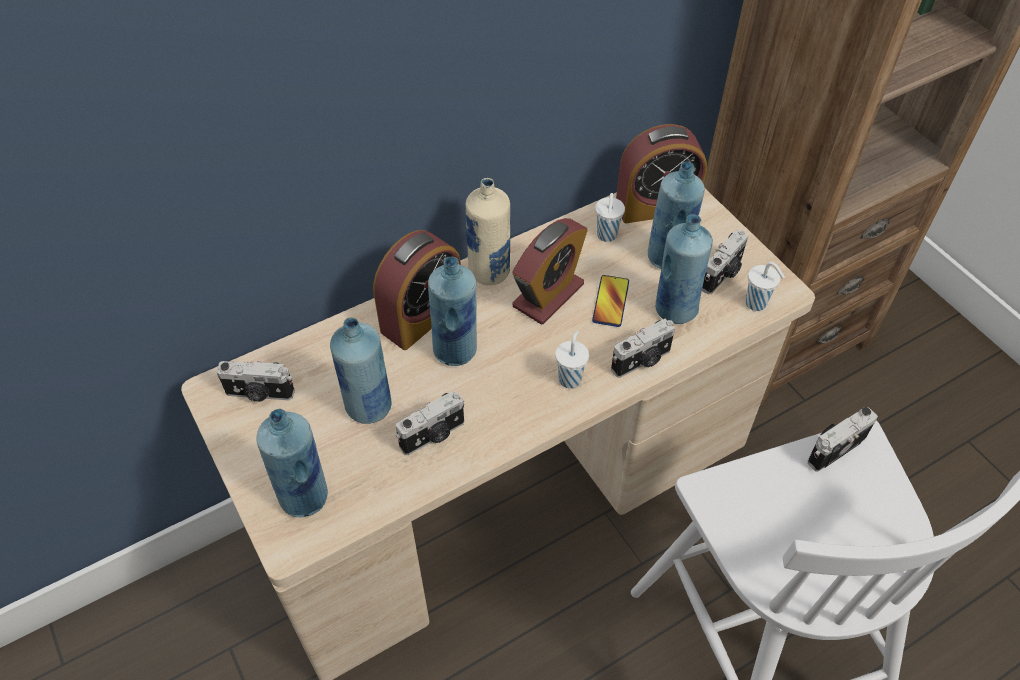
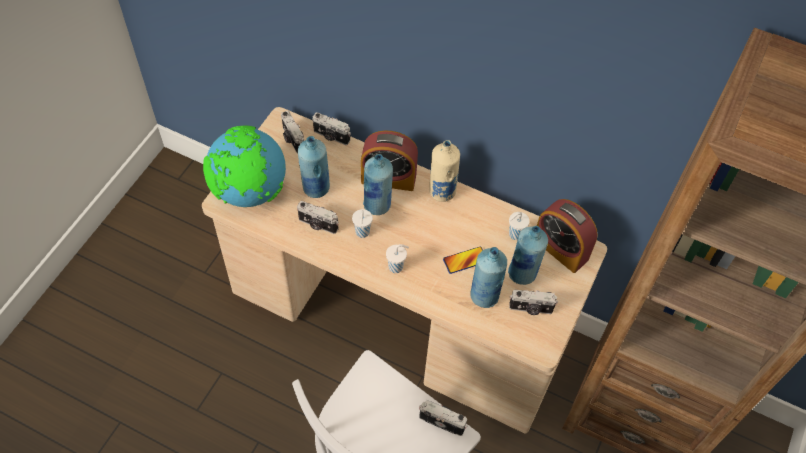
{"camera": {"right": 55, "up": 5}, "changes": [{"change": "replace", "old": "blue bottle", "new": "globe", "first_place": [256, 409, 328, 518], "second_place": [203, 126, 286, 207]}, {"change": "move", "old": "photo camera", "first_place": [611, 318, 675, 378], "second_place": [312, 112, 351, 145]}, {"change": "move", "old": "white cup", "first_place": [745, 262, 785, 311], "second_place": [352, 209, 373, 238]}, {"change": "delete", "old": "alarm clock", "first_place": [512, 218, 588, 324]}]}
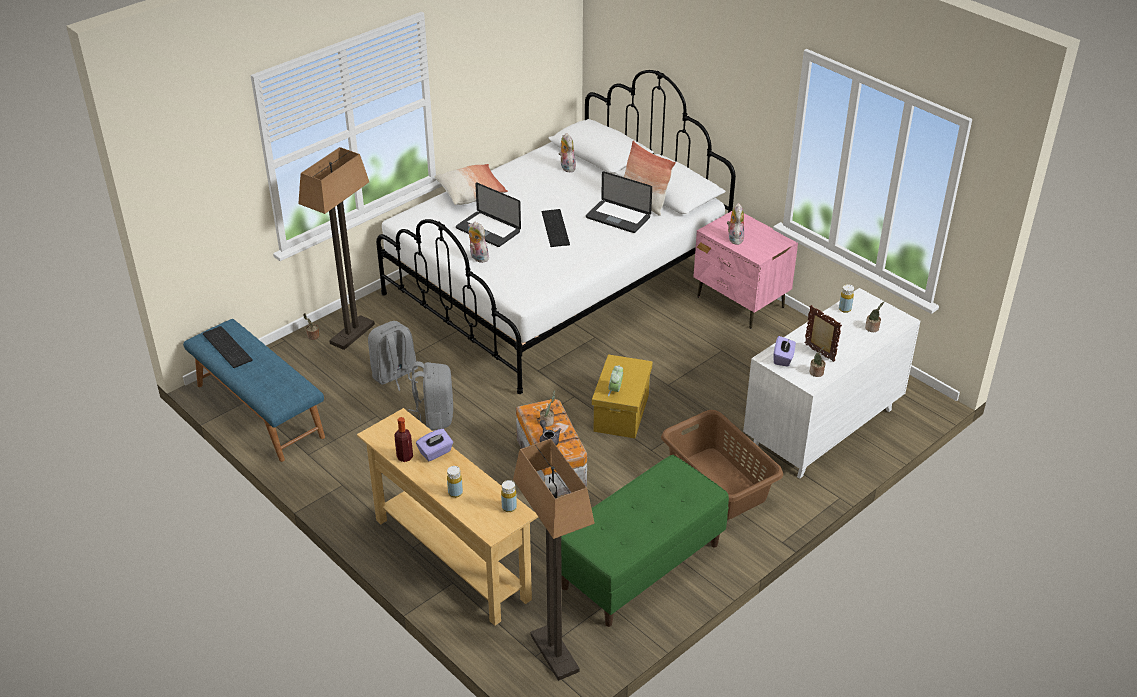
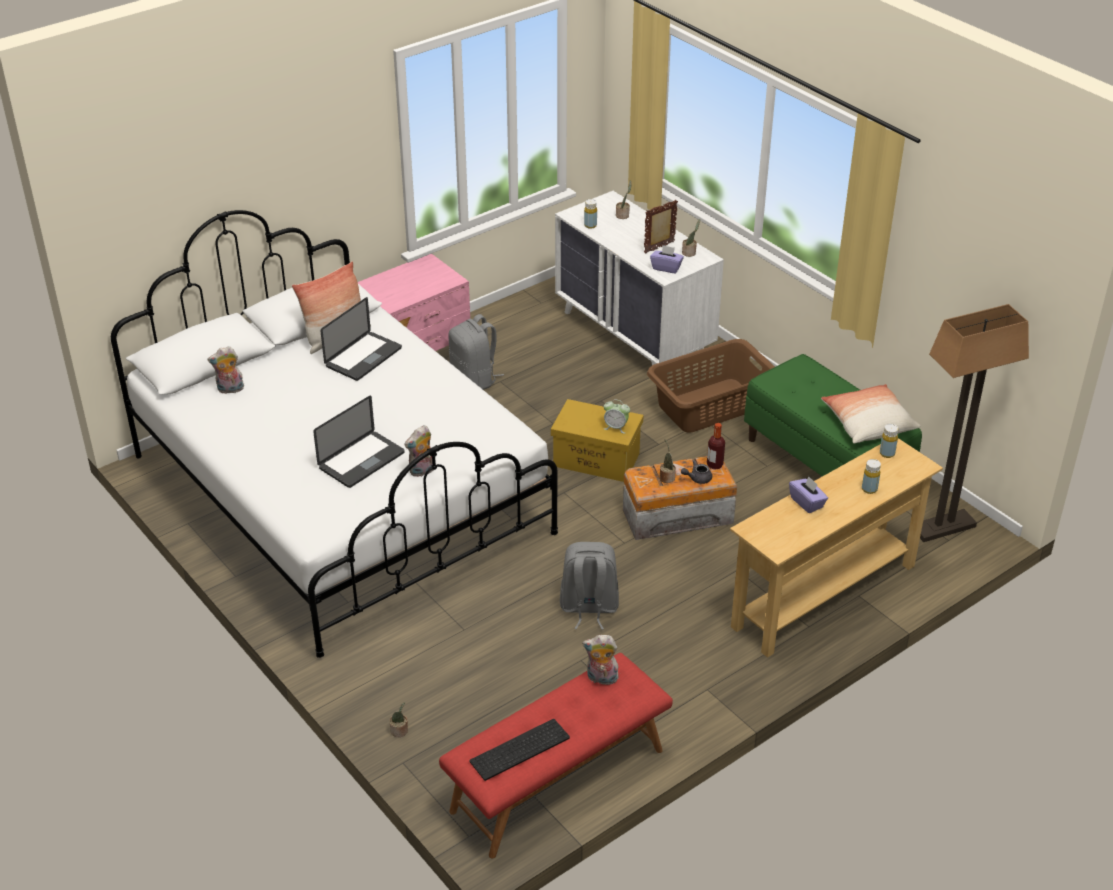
{"camera": {"right": -85, "up": 0}, "changes": [{"change": "recolor", "old": "blue bench", "new": "red bench", "first_place": [183, 319, 325, 462], "second_place": [439, 653, 673, 859]}, {"change": "move", "old": "grey backpack", "first_place": [368, 321, 418, 391], "second_place": [448, 314, 504, 390]}, {"change": "move", "old": "plush toy", "first_place": [727, 203, 744, 245], "second_place": [582, 635, 619, 685]}, {"change": "move", "old": "bottle", "first_place": [394, 417, 413, 462], "second_place": [707, 423, 725, 470]}, {"change": "move", "old": "pillow", "first_place": [435, 164, 508, 205], "second_place": [821, 384, 921, 443]}, {"change": "delete", "old": "floor lamp", "first_place": [298, 147, 375, 350]}, {"change": "delete", "old": "keyboard", "first_place": [542, 209, 570, 247]}]}
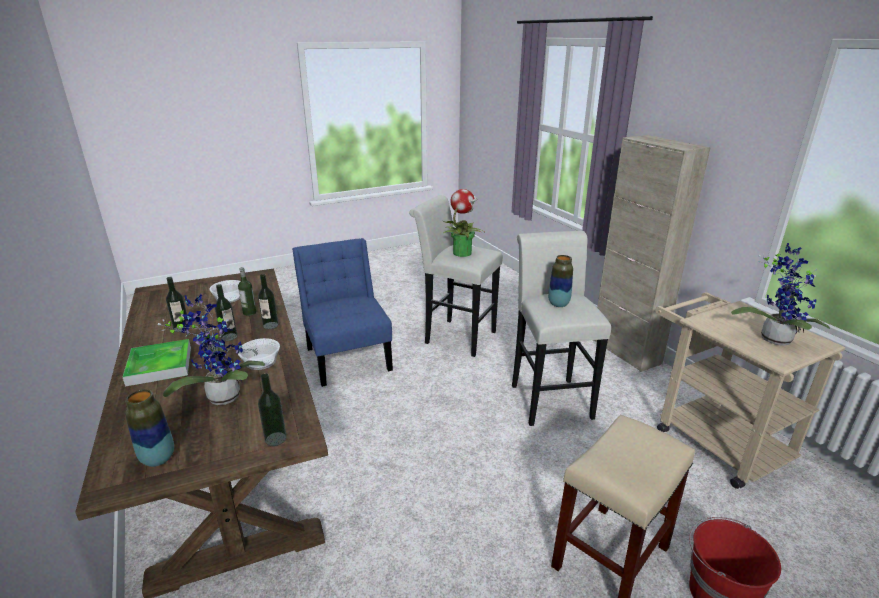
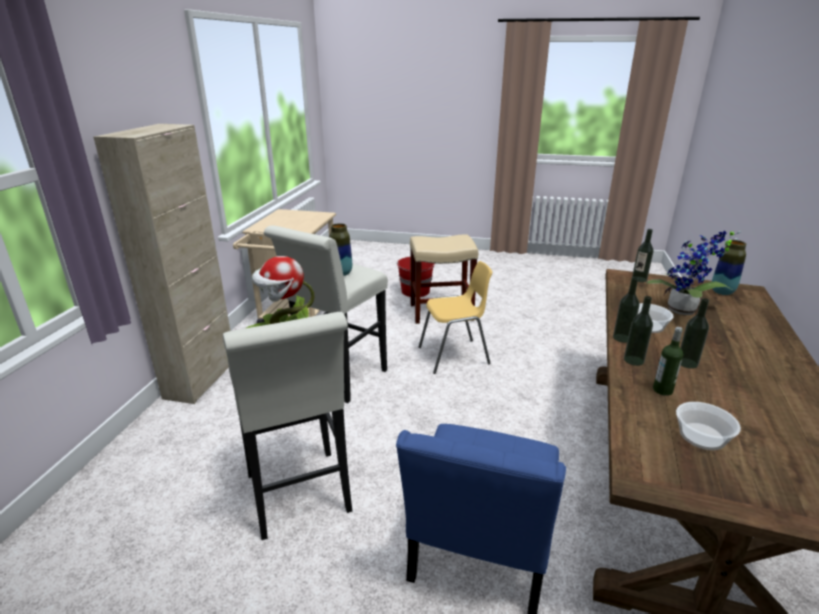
{"camera": {"right": -140, "up": 0}, "changes": [{"change": "insert", "new": "yellow chair", "second_place": [419, 261, 492, 374]}, {"change": "move", "old": "bottle", "first_place": [166, 277, 190, 332], "second_place": [613, 277, 640, 343]}, {"change": "delete", "old": "tray", "first_place": [123, 339, 191, 387]}, {"change": "delete", "old": "potted plant", "first_place": [731, 243, 830, 346]}]}
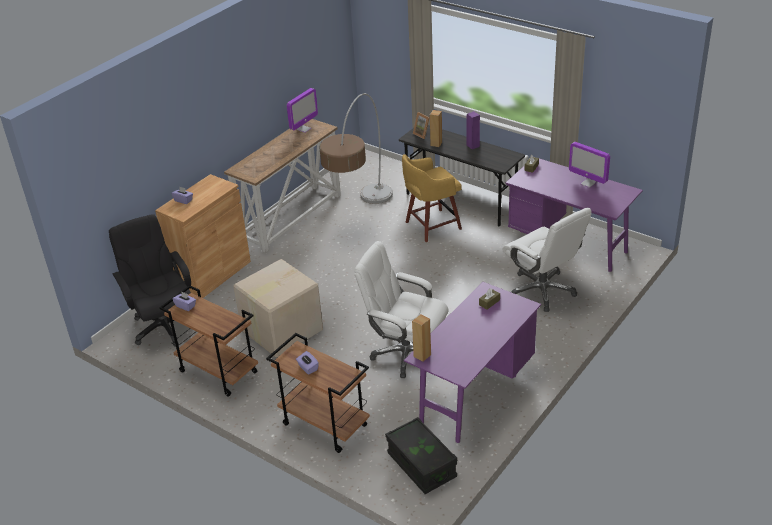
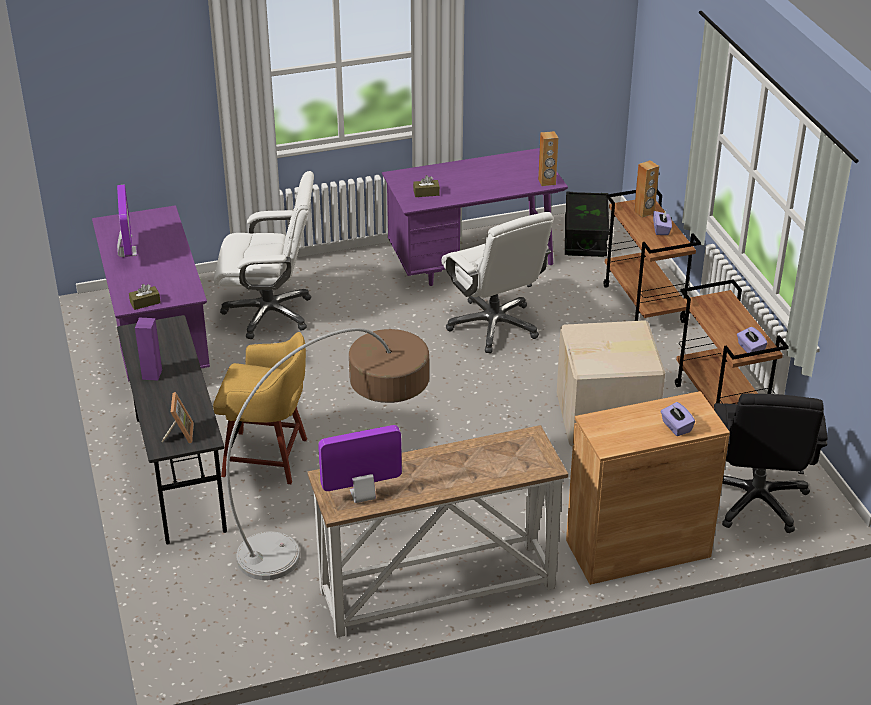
{"camera": {"right": -145, "up": 0}, "changes": [{"change": "rotate", "old": "white office chair", "first_place": [502, 208, 592, 312], "second_place": [214, 171, 314, 339], "degrees": 90}, {"change": "move", "old": "brown speaker", "first_place": [430, 110, 442, 147], "second_place": [634, 160, 659, 218]}]}
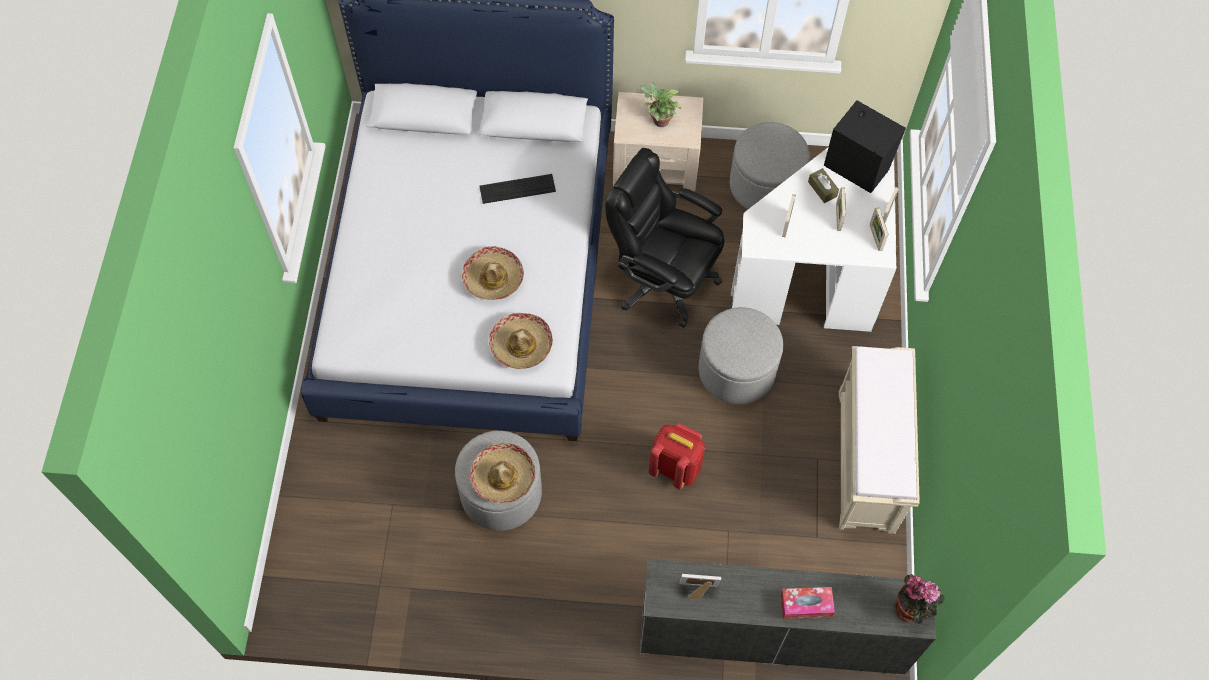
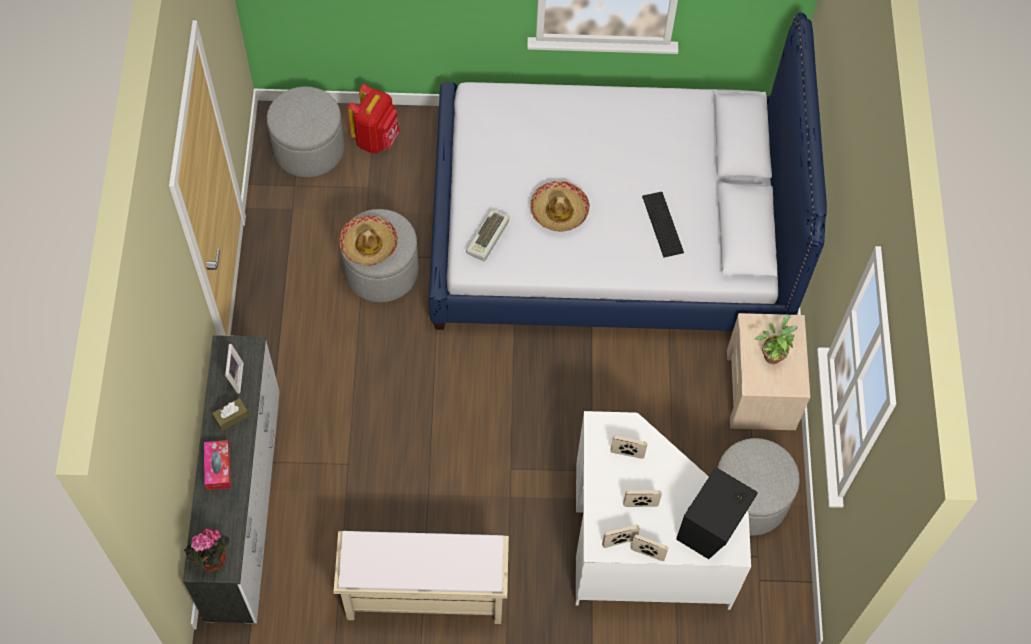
{"camera": {"right": 85, "up": 0}, "changes": [{"change": "move", "old": "brown tissue box", "first_place": [808, 168, 839, 203], "second_place": [212, 398, 249, 431]}, {"change": "move", "old": "grey ottoman", "first_place": [698, 307, 783, 404], "second_place": [267, 86, 345, 177]}, {"change": "move", "old": "red backpack", "first_place": [649, 423, 705, 490], "second_place": [347, 84, 400, 154]}, {"change": "replace", "old": "hat", "new": "keyboard", "first_place": [489, 313, 553, 369], "second_place": [466, 210, 509, 261]}, {"change": "delete", "old": "black office chair", "first_place": [606, 148, 724, 328]}]}
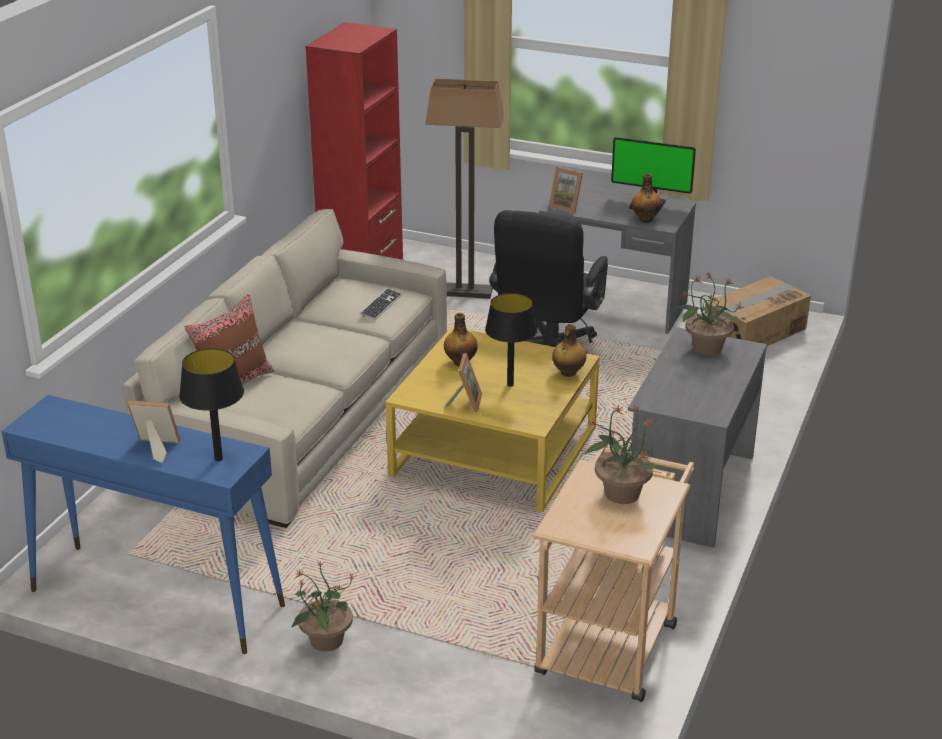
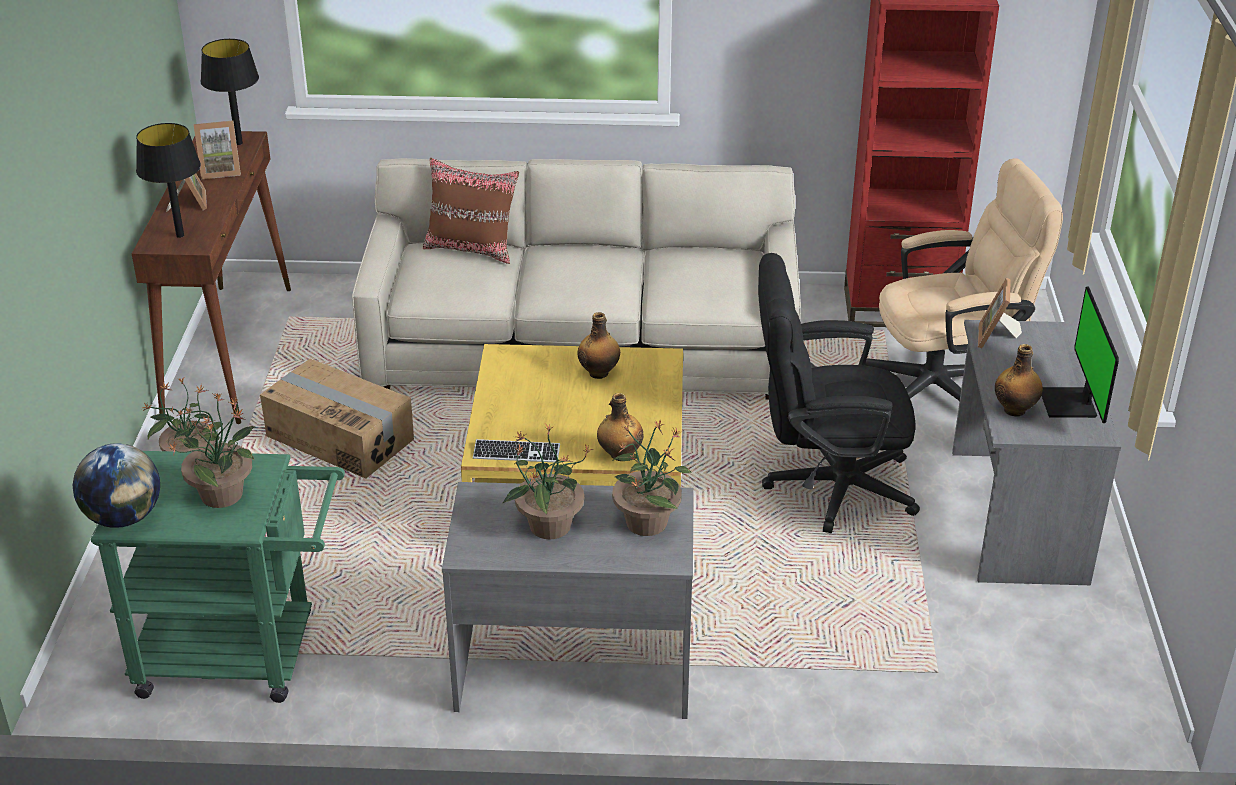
{"camera": {"right": 70, "up": 5}, "changes": [{"change": "insert", "new": "globe", "second_place": [73, 443, 160, 528]}, {"change": "recolor", "old": "beige cart", "new": "green cart", "first_place": [533, 445, 694, 702], "second_place": [91, 451, 345, 703]}, {"change": "recolor", "old": "blue console table", "new": "brown console table", "first_place": [1, 395, 285, 654], "second_place": [132, 131, 291, 424]}, {"change": "move", "old": "picture frame", "first_place": [444, 353, 482, 412], "second_place": [194, 121, 241, 179]}, {"change": "move", "old": "black table lamp", "first_place": [485, 293, 537, 387], "second_place": [201, 39, 259, 145]}, {"change": "move", "old": "cardboard box", "first_place": [705, 276, 811, 346], "second_place": [260, 358, 414, 479]}, {"change": "move", "old": "keyboard", "first_place": [360, 288, 402, 320], "second_place": [473, 439, 560, 462]}, {"change": "insert", "new": "potted plant", "second_place": [502, 424, 593, 539]}, {"change": "replace", "old": "floor lamp", "new": "beige office chair", "first_place": [425, 79, 504, 299], "second_place": [865, 158, 1063, 401]}]}
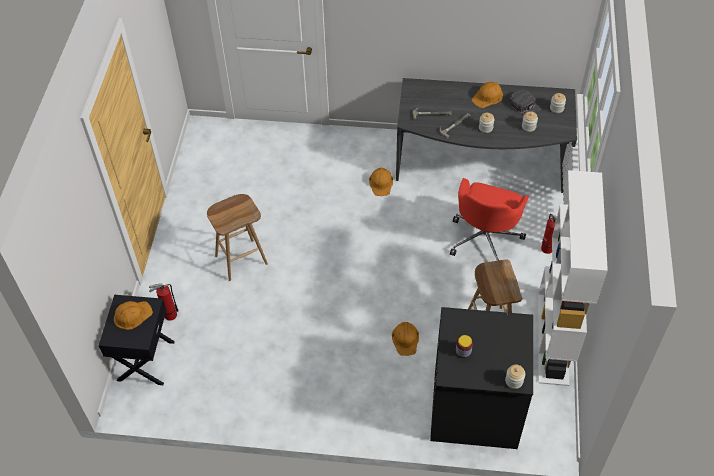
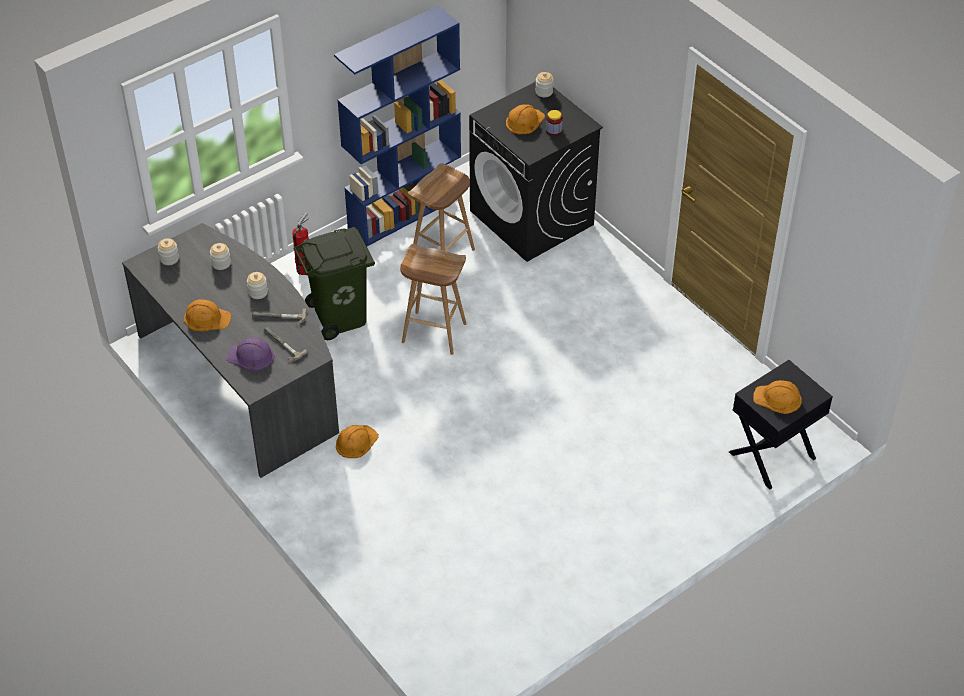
{"camera": {"right": -135, "up": -5}, "changes": [{"change": "insert", "new": "purple hard hat", "second_place": [226, 338, 274, 371]}, {"change": "replace", "old": "red office chair", "new": "green trash can", "first_place": [450, 178, 529, 261], "second_place": [293, 227, 375, 340]}, {"change": "recolor", "old": "white bookcase", "new": "blue bookcase", "first_place": [538, 170, 608, 386], "second_place": [334, 6, 461, 246]}, {"change": "move", "old": "brown stool", "first_place": [207, 194, 268, 281], "second_place": [400, 244, 467, 355]}, {"change": "move", "old": "orange hard hat", "first_place": [392, 322, 419, 356], "second_place": [506, 105, 545, 134]}, {"change": "delete", "old": "fire extinguisher", "first_place": [149, 283, 179, 321]}, {"change": "delete", "old": "black cap", "first_place": [509, 89, 541, 115]}]}
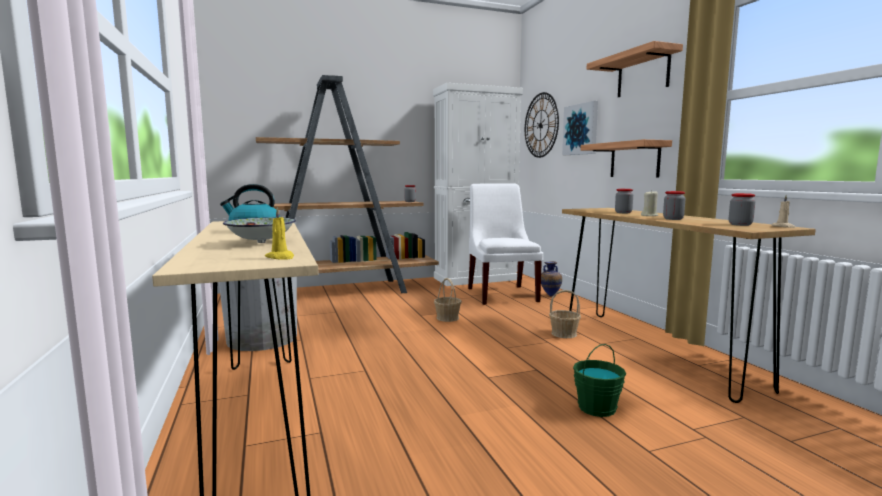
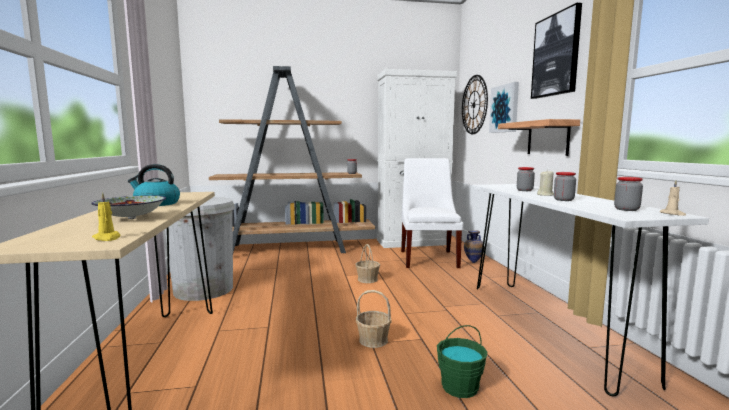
{"camera": {"right": 10, "up": 0}, "changes": [{"change": "move", "old": "basket", "first_place": [549, 290, 581, 338], "second_place": [356, 290, 392, 348]}, {"change": "recolor", "old": "brown console table", "new": "white console table", "first_place": [562, 208, 816, 403], "second_place": [472, 184, 709, 397]}, {"change": "replace", "old": "shelf", "new": "picture", "first_place": [587, 41, 683, 97], "second_place": [531, 3, 582, 99]}]}
